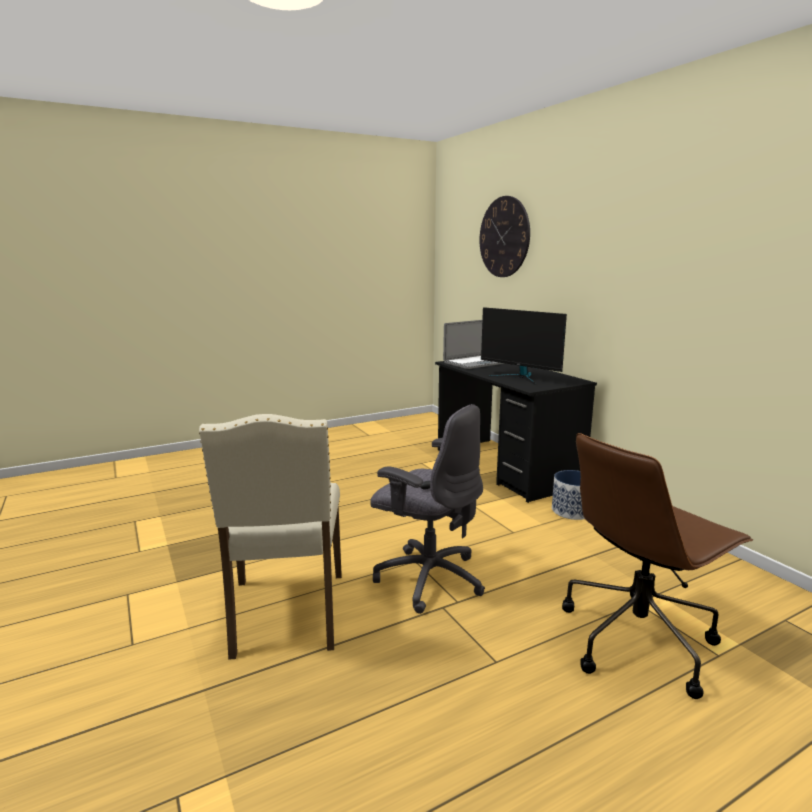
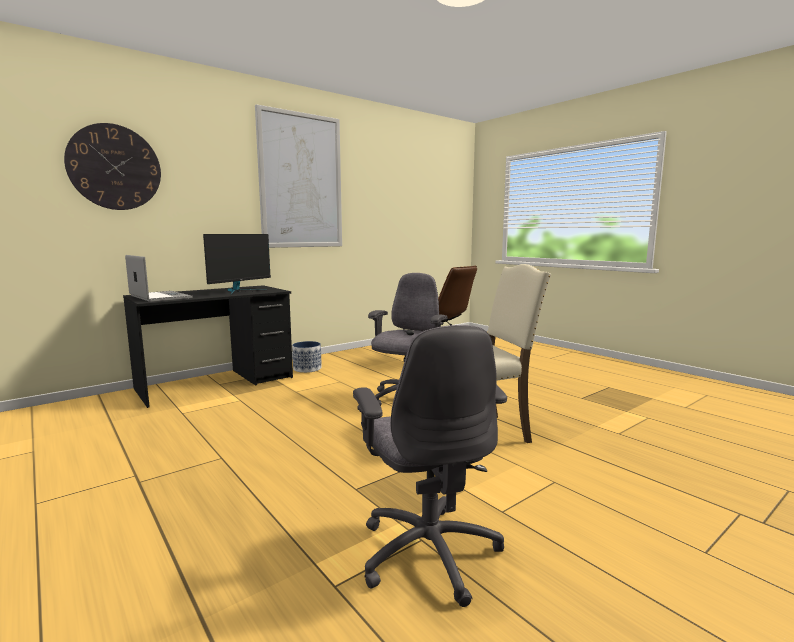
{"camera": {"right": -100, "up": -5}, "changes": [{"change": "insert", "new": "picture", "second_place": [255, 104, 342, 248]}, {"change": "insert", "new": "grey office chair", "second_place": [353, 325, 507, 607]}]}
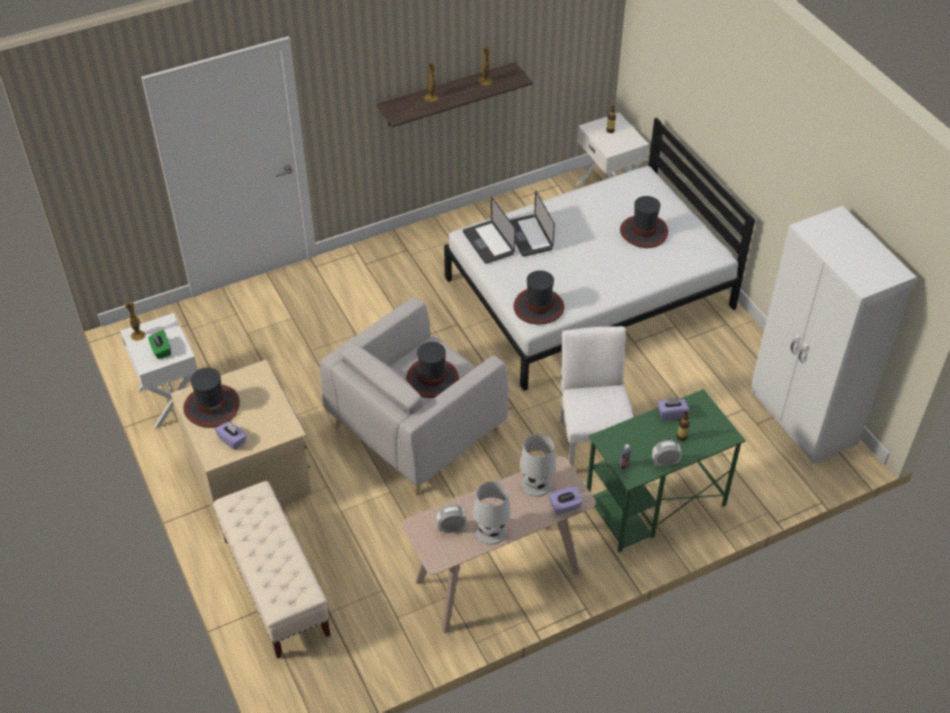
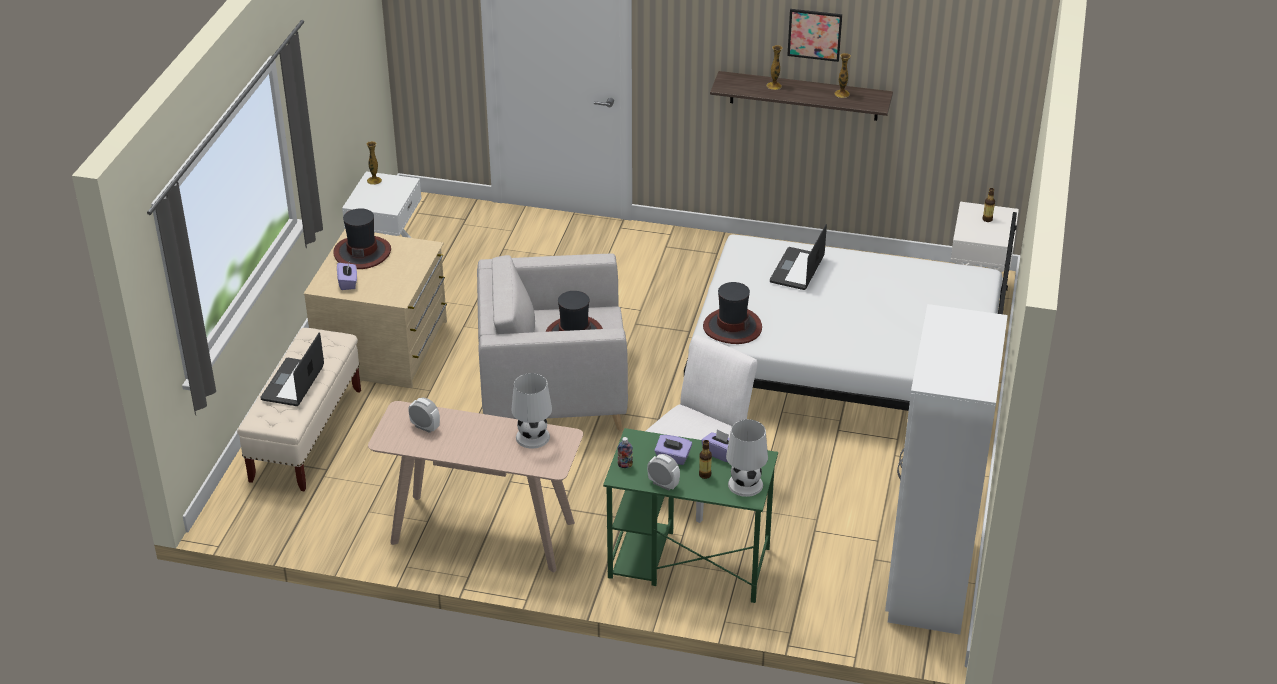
{"camera": {"right": 40, "up": -10}, "changes": [{"change": "move", "old": "laptop", "first_place": [463, 197, 516, 264], "second_place": [261, 332, 324, 406]}, {"change": "move", "old": "purple tissue box", "first_place": [548, 486, 583, 515], "second_place": [654, 435, 692, 465]}, {"change": "move", "old": "white table lamp", "first_place": [473, 481, 511, 545], "second_place": [726, 419, 768, 497]}, {"change": "insert", "new": "picture", "second_place": [787, 9, 842, 62]}, {"change": "delete", "old": "green tissue box", "first_place": [148, 330, 171, 359]}, {"change": "delete", "old": "hat", "first_place": [620, 196, 668, 248]}]}
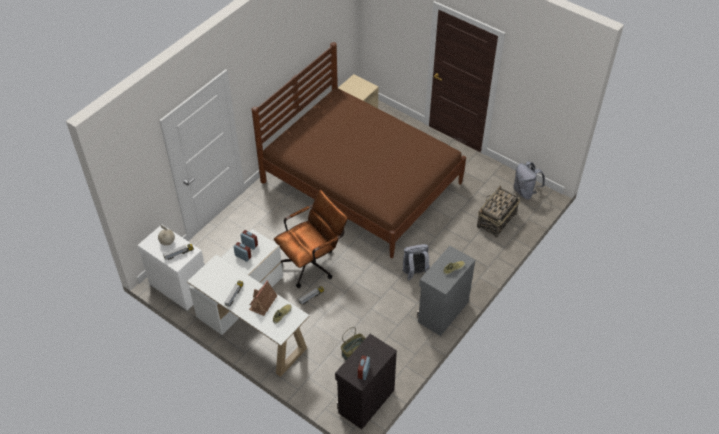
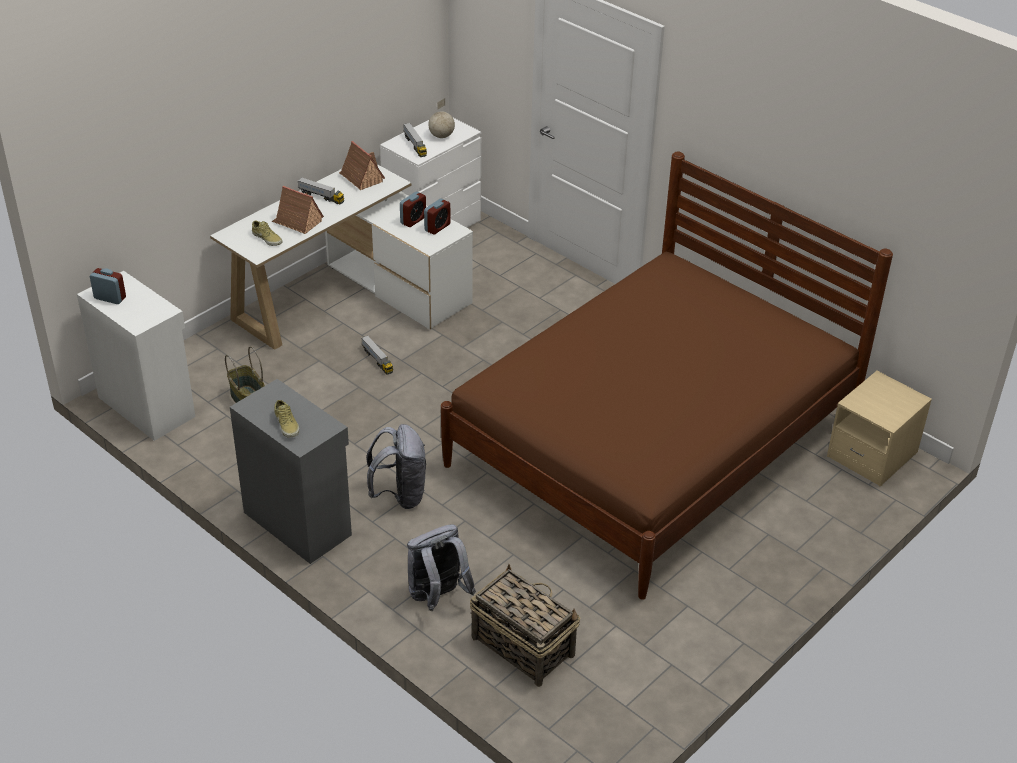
{"camera": {"right": 95, "up": -10}, "changes": [{"change": "recolor", "old": "black cabinet", "new": "white cabinet", "first_place": [335, 334, 397, 429], "second_place": [77, 271, 195, 441]}, {"change": "insert", "new": "toy house", "second_place": [339, 141, 385, 190]}, {"change": "move", "old": "grey backpack", "first_place": [513, 161, 545, 200], "second_place": [407, 524, 476, 611]}, {"change": "delete", "old": "brown office chair", "first_place": [274, 190, 348, 288]}]}
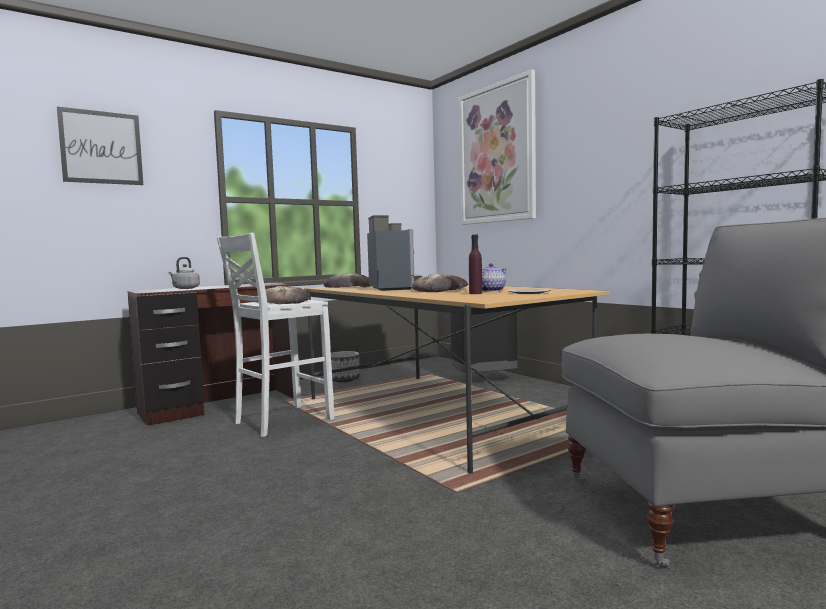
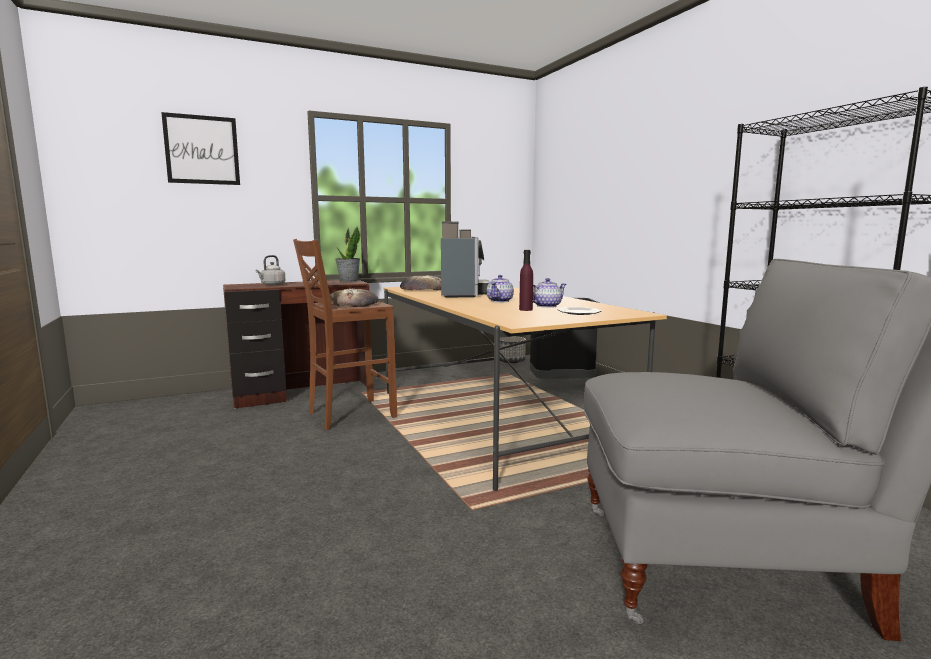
{"camera": {"right": 10, "up": 5}, "changes": [{"change": "recolor", "old": "white stool", "new": "brown stool", "first_place": [217, 233, 334, 437], "second_place": [293, 239, 397, 430]}, {"change": "insert", "new": "potted plant", "second_place": [336, 226, 360, 282]}, {"change": "replace", "old": "bread", "new": "teapot", "first_place": [412, 273, 468, 292], "second_place": [487, 275, 514, 302]}, {"change": "move", "old": "planter", "first_place": [331, 351, 360, 382], "second_place": [500, 336, 526, 363]}, {"change": "delete", "old": "picture", "first_place": [459, 69, 536, 225]}]}
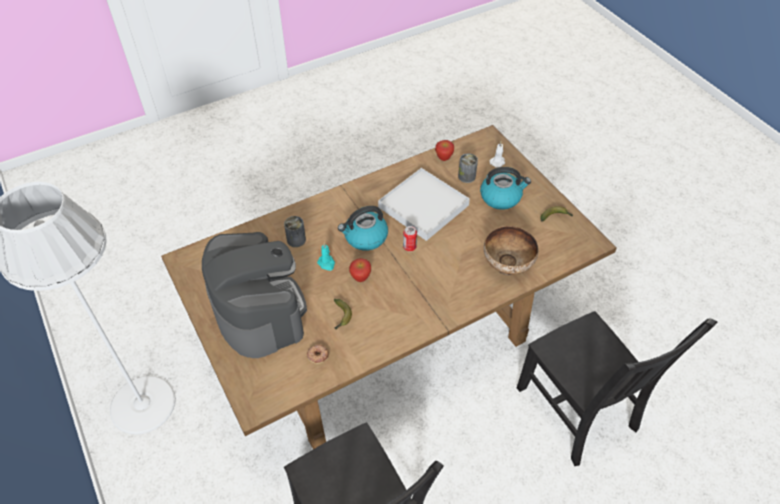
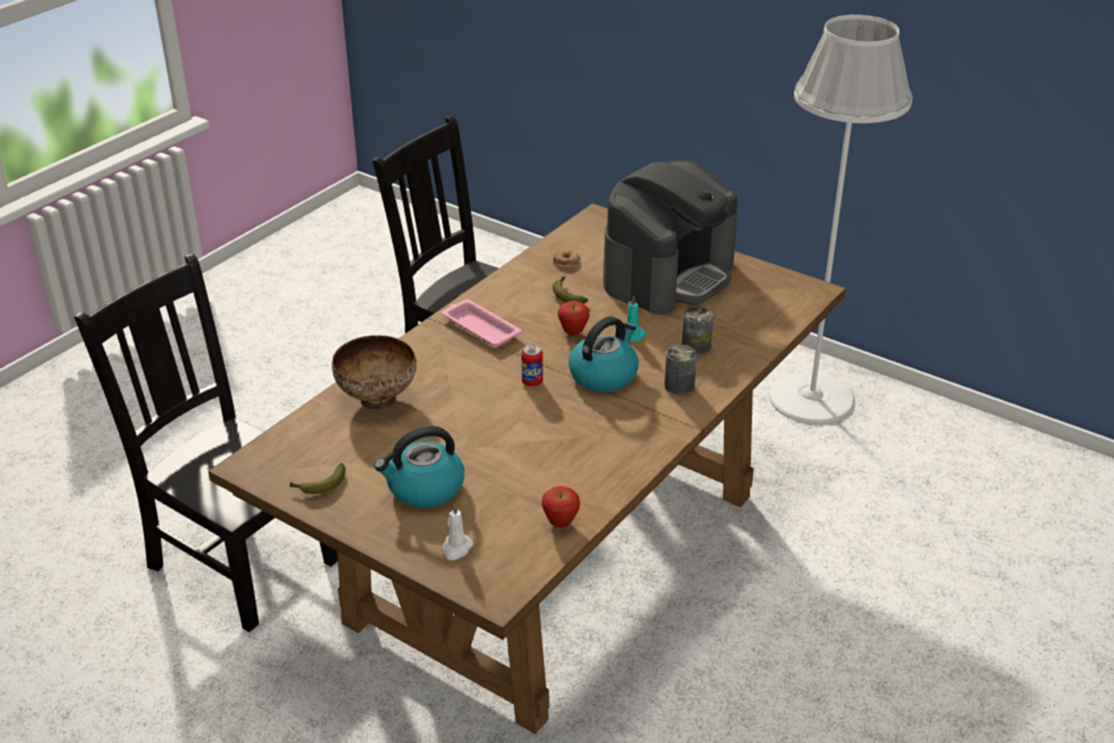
{"camera": {"right": 155, "up": -15}, "changes": [{"change": "insert", "new": "pink tray", "second_place": [442, 299, 522, 346]}, {"change": "rotate", "old": "coffee machine", "first_place": [202, 232, 307, 358], "second_place": [603, 160, 738, 315], "degrees": -90}, {"change": "move", "old": "can", "first_place": [458, 153, 478, 183], "second_place": [664, 345, 697, 395]}, {"change": "delete", "old": "white tray", "first_place": [378, 168, 470, 241]}]}
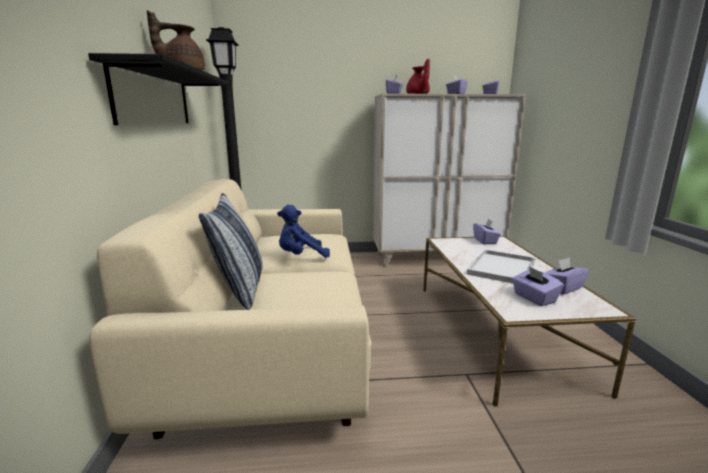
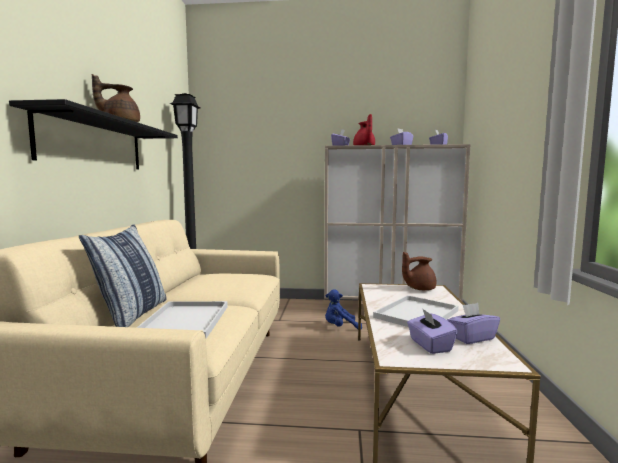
{"camera": {"right": 10, "up": -10}, "changes": [{"change": "insert", "new": "white tray", "second_place": [137, 301, 228, 339]}, {"change": "move", "old": "blue plush toy", "first_place": [277, 205, 330, 258], "second_place": [325, 289, 362, 329]}, {"change": "replace", "old": "purple tissue box", "new": "brown teapot", "first_place": [473, 219, 501, 244], "second_place": [402, 252, 437, 290]}]}
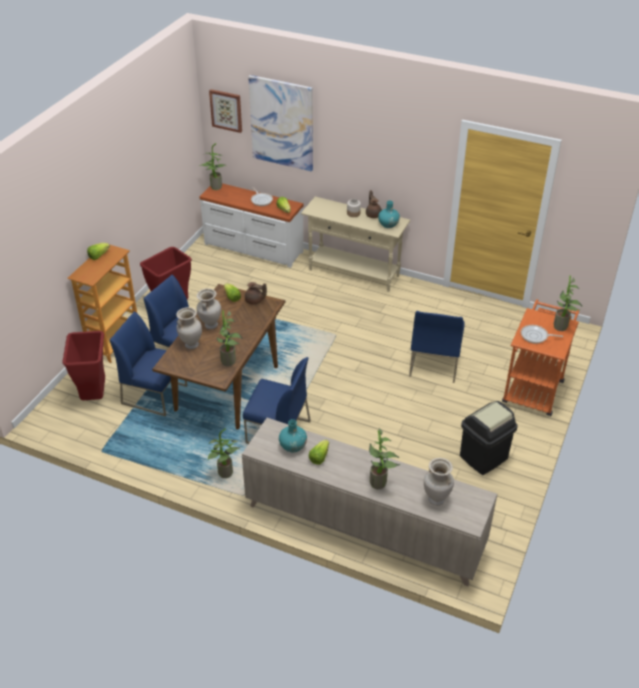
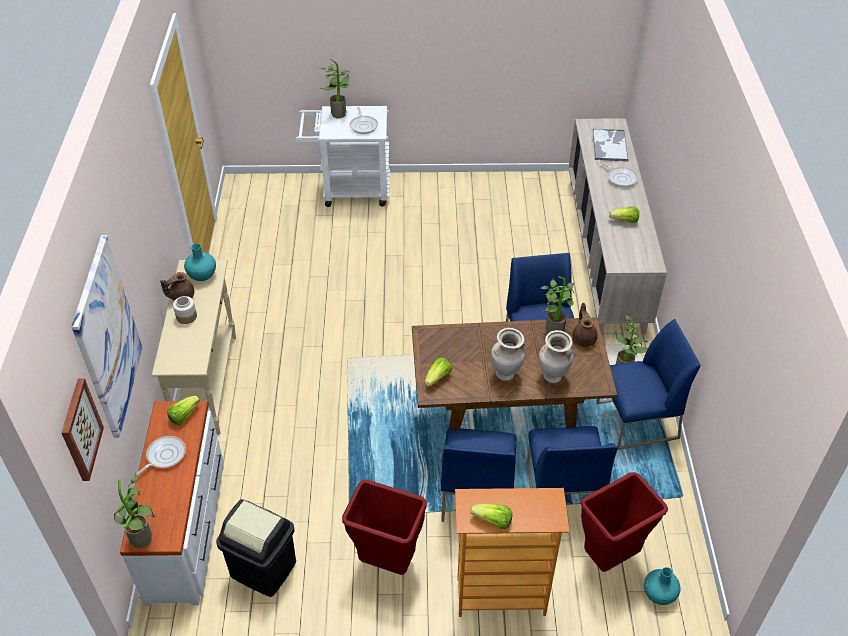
{"camera": {"right": -115, "up": 5}, "changes": [{"change": "move", "old": "black trash can", "first_place": [460, 401, 518, 475], "second_place": [216, 499, 296, 597]}, {"change": "recolor", "old": "orange cart", "new": "white cart", "first_place": [502, 299, 579, 416], "second_place": [296, 106, 390, 207]}, {"change": "move", "old": "brown teapot", "first_place": [245, 282, 267, 305], "second_place": [572, 303, 598, 347]}, {"change": "replace", "old": "beige vase", "new": "tray", "first_place": [424, 458, 454, 506], "second_place": [592, 129, 629, 162]}, {"change": "move", "old": "blue chair", "first_place": [409, 311, 465, 383], "second_place": [596, 319, 701, 450]}, {"change": "replace", "old": "potted plant", "new": "frying pan", "first_place": [369, 428, 400, 489], "second_place": [600, 161, 638, 187]}, {"change": "move", "old": "turquoise vase", "first_place": [279, 419, 307, 452], "second_place": [644, 567, 680, 605]}]}
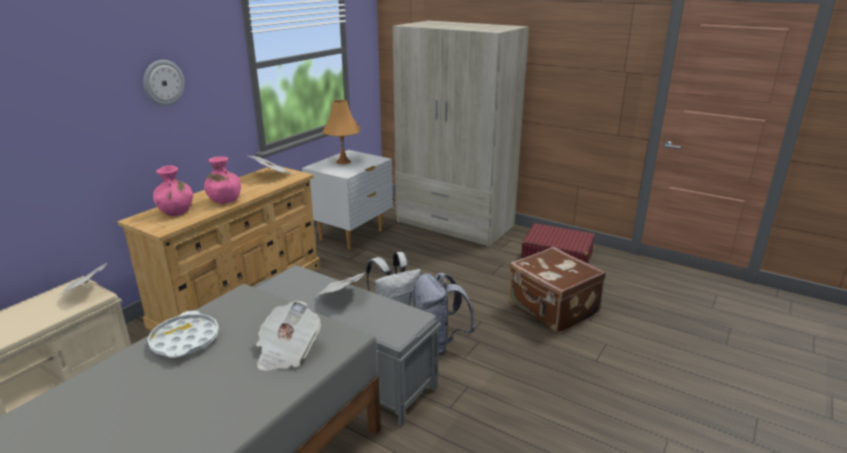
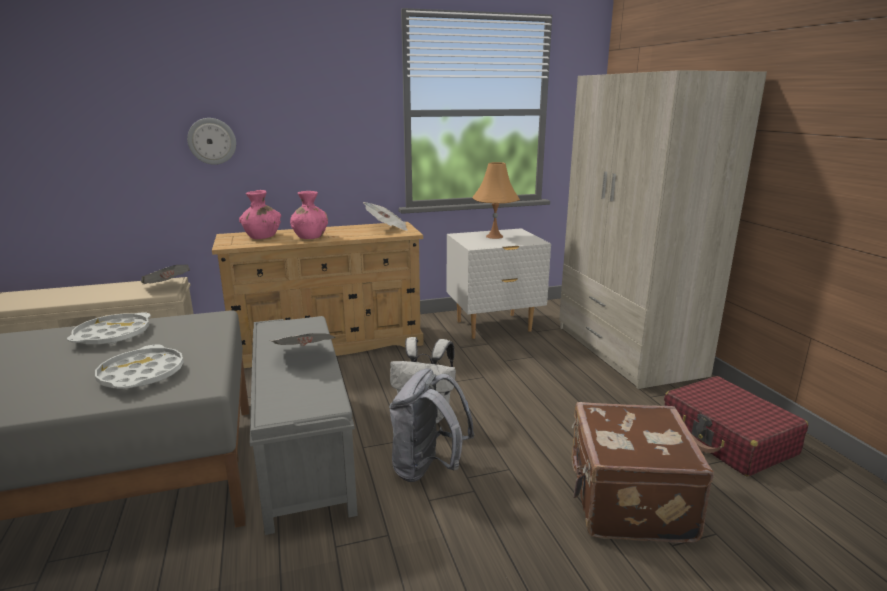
{"camera": {"right": 40, "up": -5}, "changes": [{"change": "replace", "old": "newspaper", "new": "white tray", "first_place": [256, 301, 321, 371], "second_place": [95, 344, 184, 389]}, {"change": "move", "old": "wall clock", "first_place": [143, 60, 185, 106], "second_place": [187, 118, 236, 165]}]}
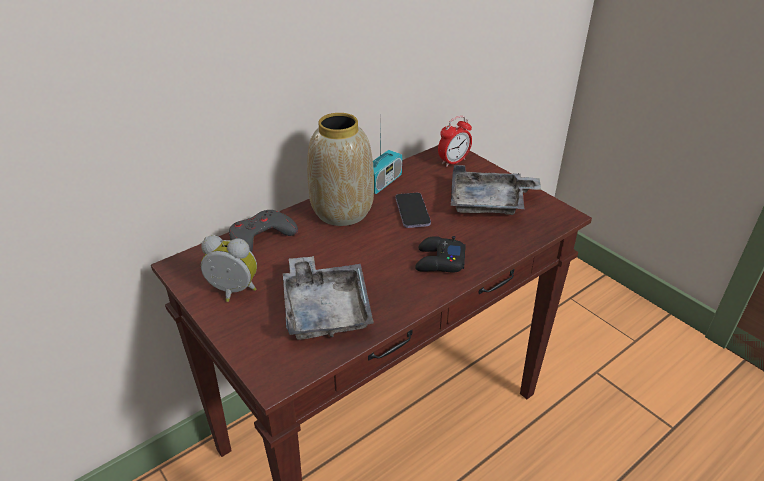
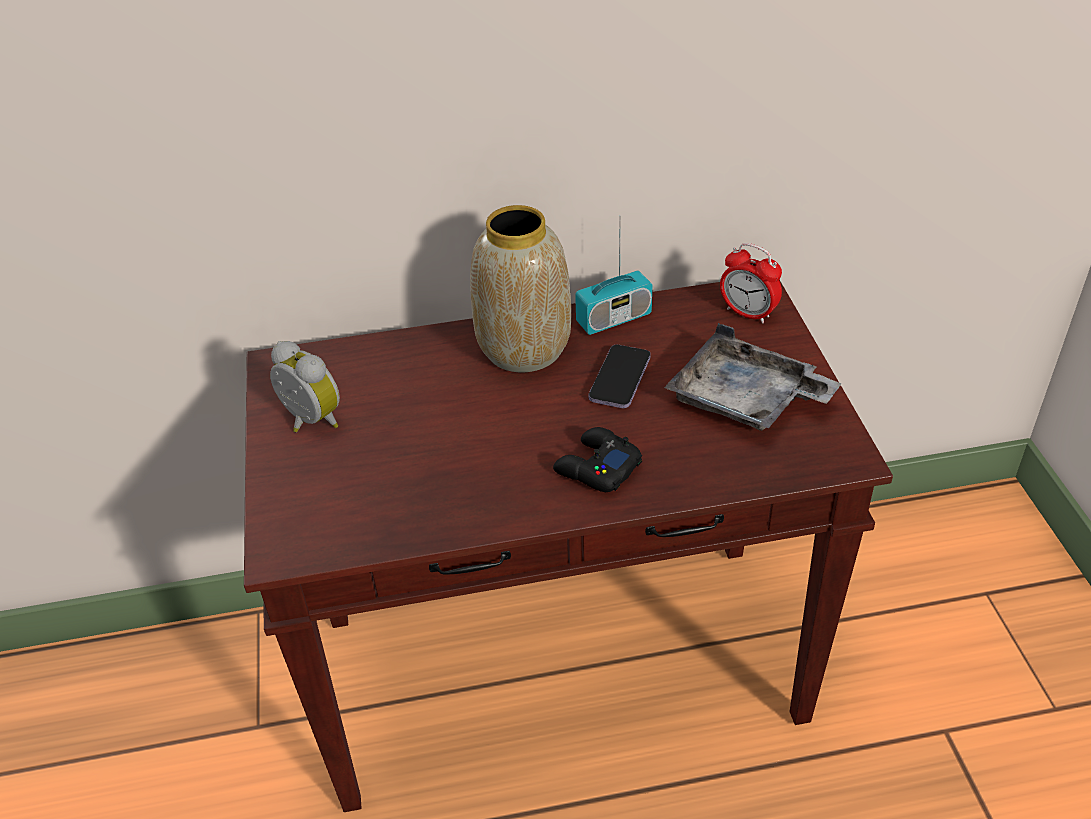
{"camera": {"right": 30, "up": 5}, "changes": [{"change": "rotate", "old": "alarm clock", "first_place": [438, 116, 472, 167], "second_place": [720, 243, 782, 323], "degrees": 45}, {"change": "delete", "old": "grey game controller", "first_place": [229, 210, 298, 252]}, {"change": "delete", "old": "grey tray", "first_place": [283, 256, 374, 340]}]}
